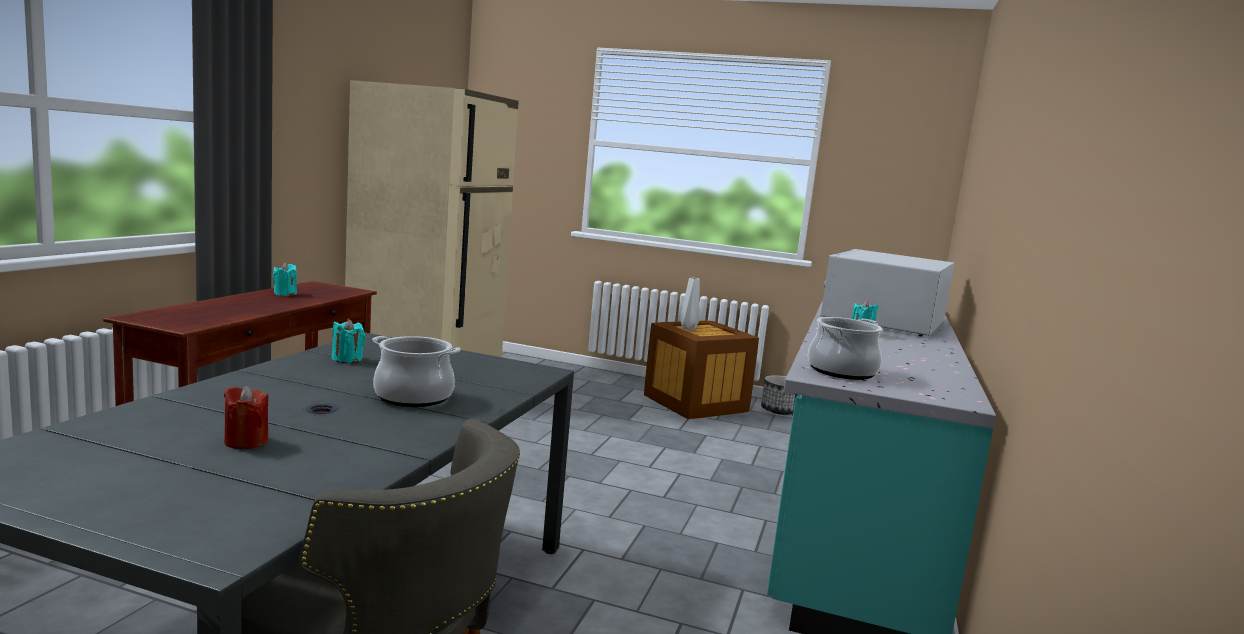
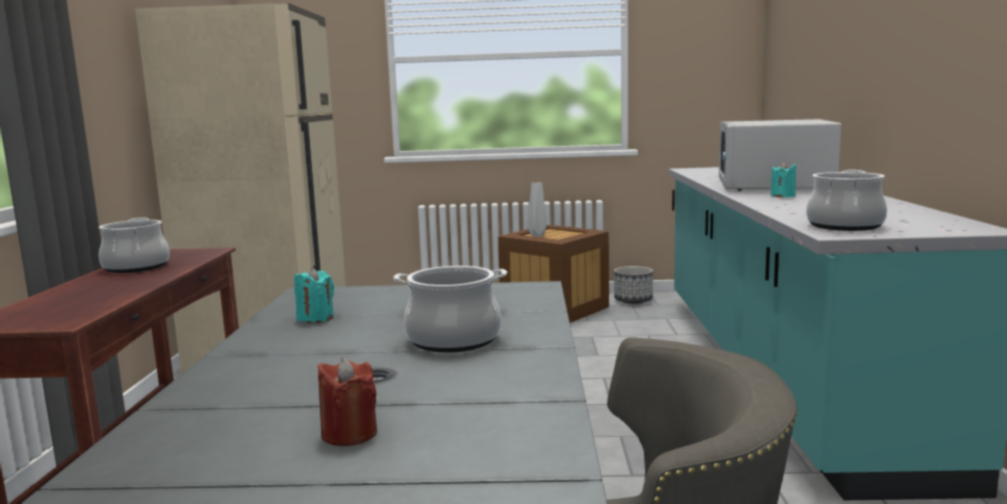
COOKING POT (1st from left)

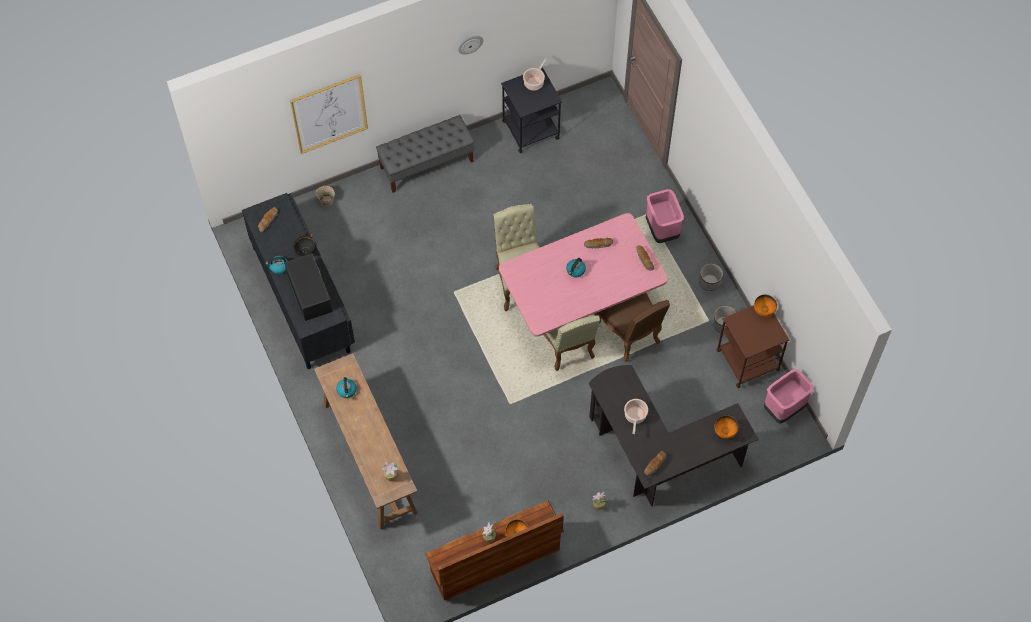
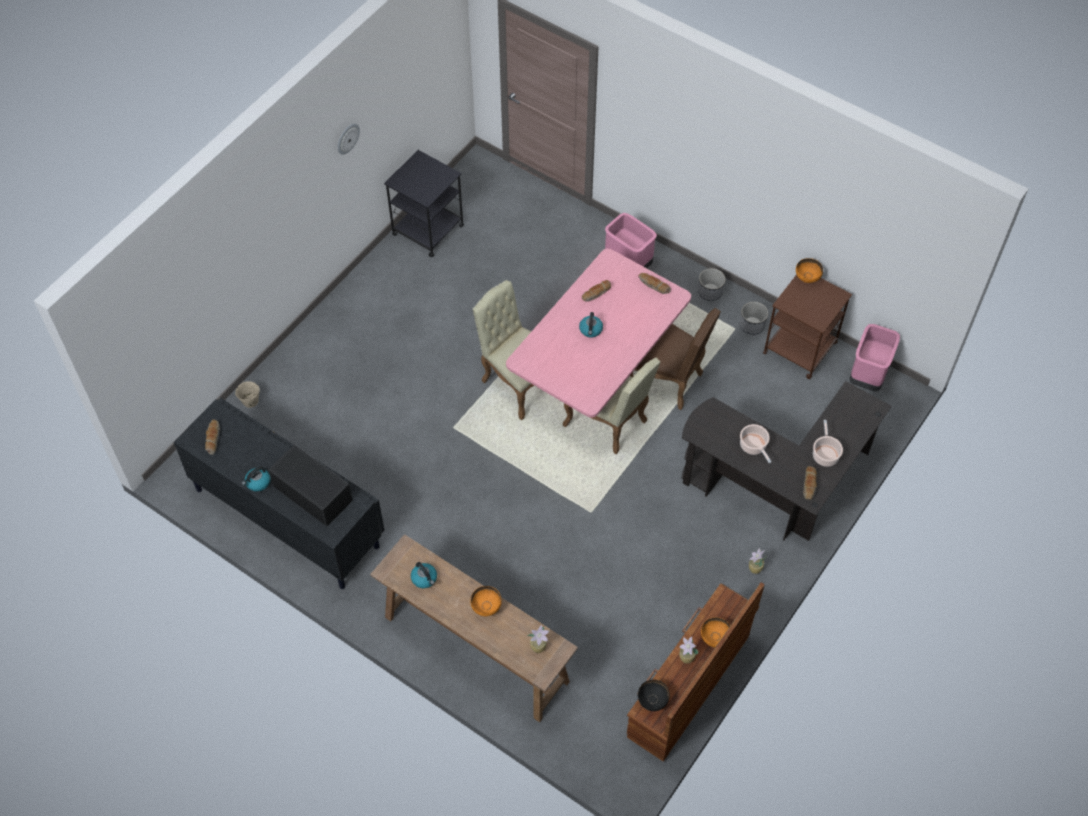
PICTURE
BLACK BOWL
GREY BENCH
COOKING POT (2nd from left)
ORANGE BOWL (1st from left)

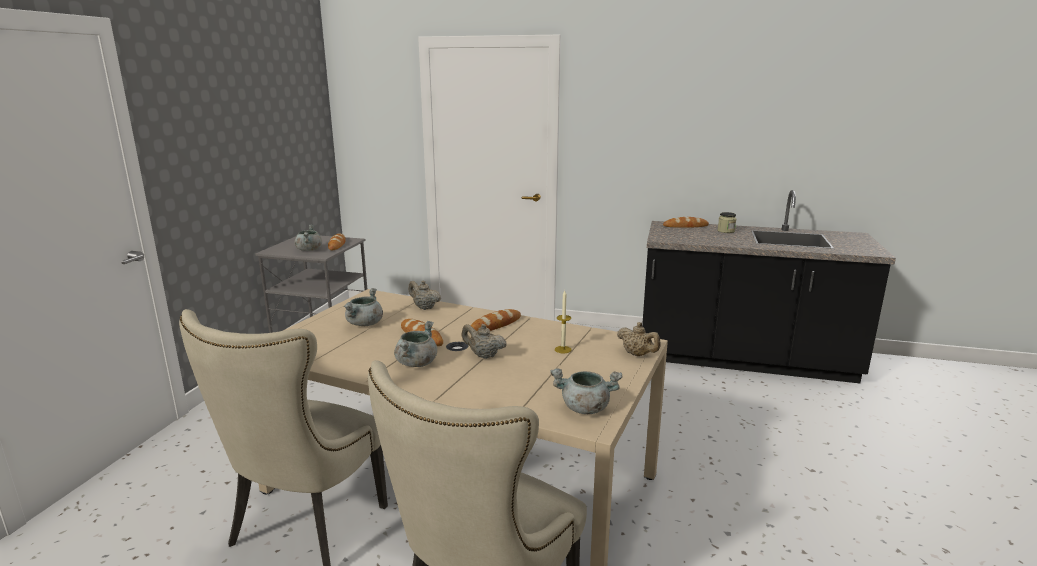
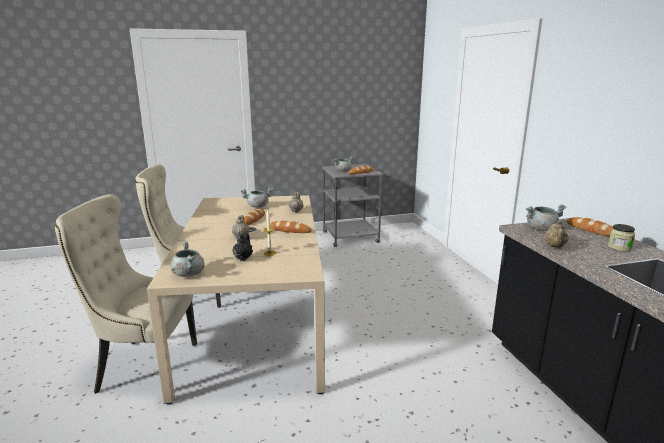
GREY COOKING POT (4th from left)
BEIGE TEAPOT (3rd from left)
BLACK TEAPOT

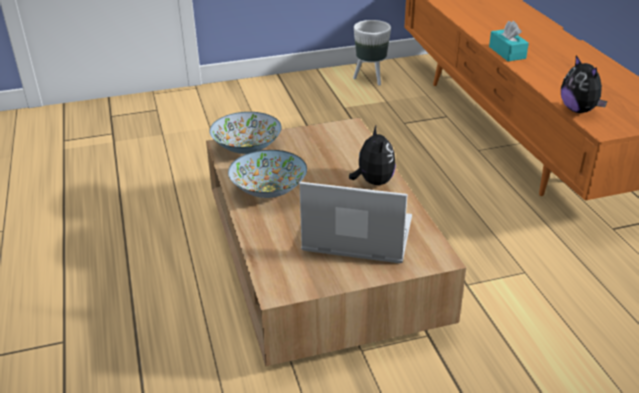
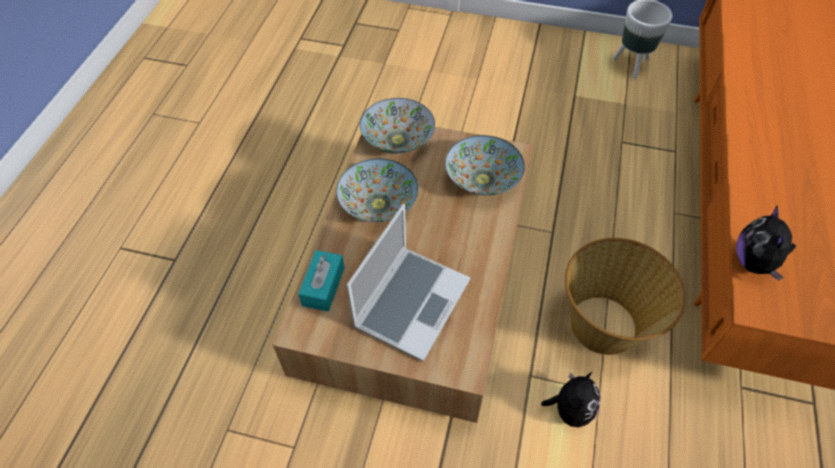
LAPTOP
PLUSH TOY (1st from left)
TURQUOISE TISSUE BOX
BOWL (3rd from left)
BASKET

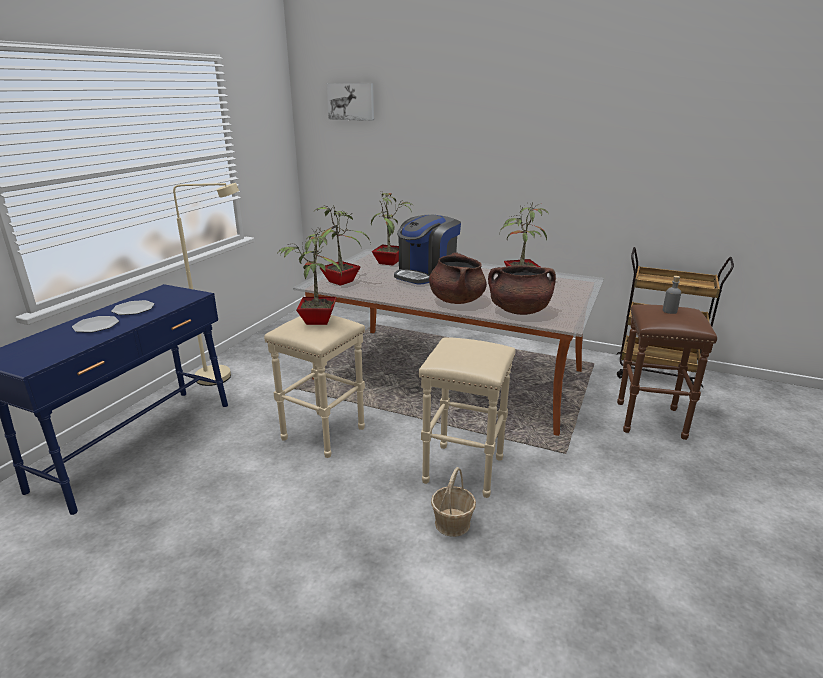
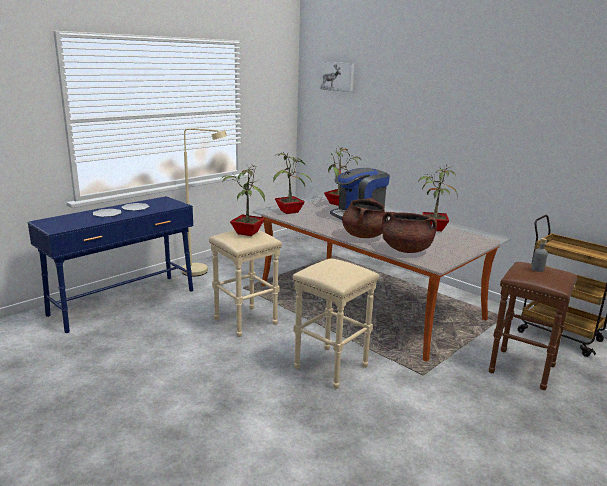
BASKET

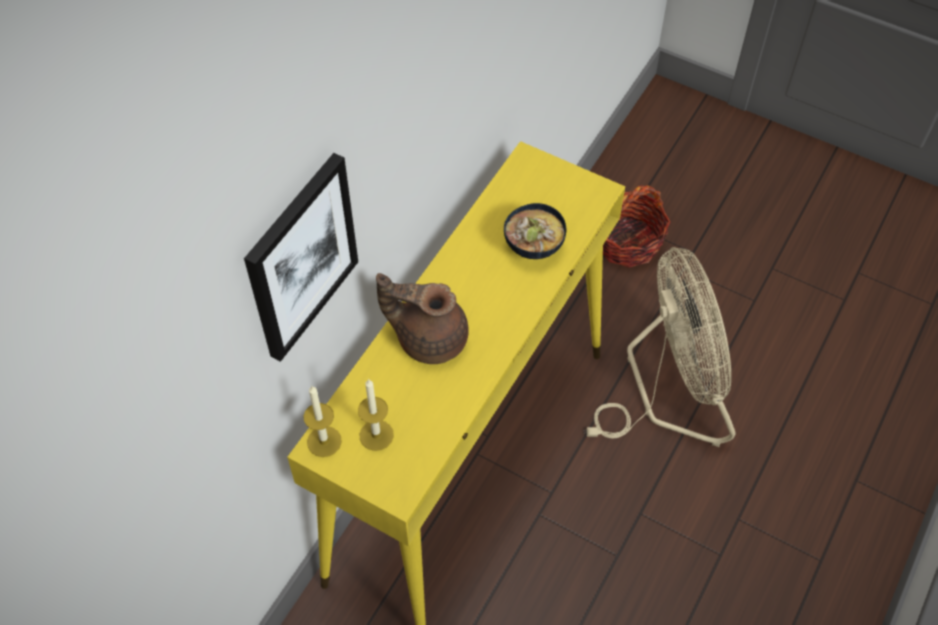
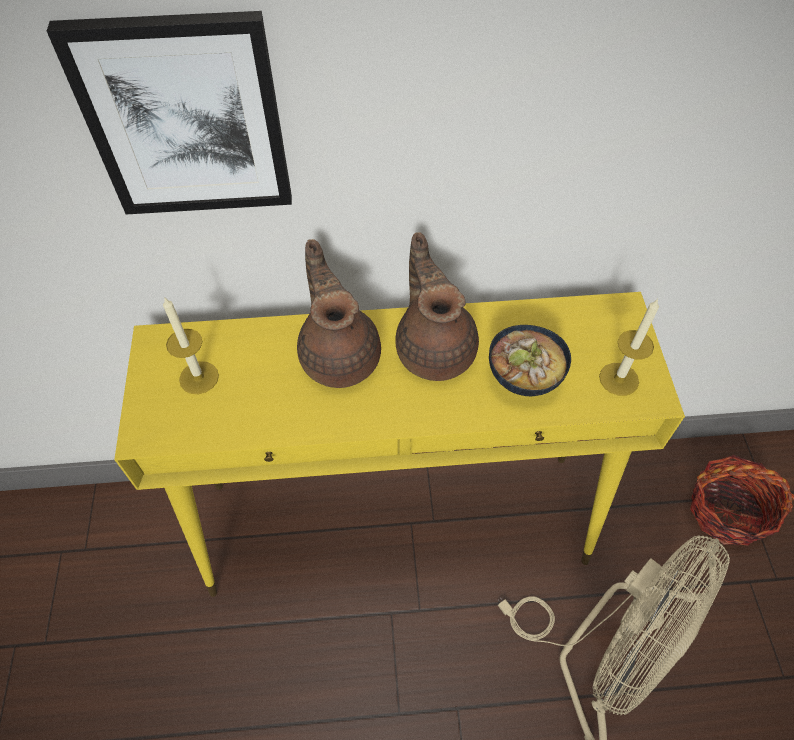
CANDLE (2nd from left)
BROWN TEAPOT (2nd from left)

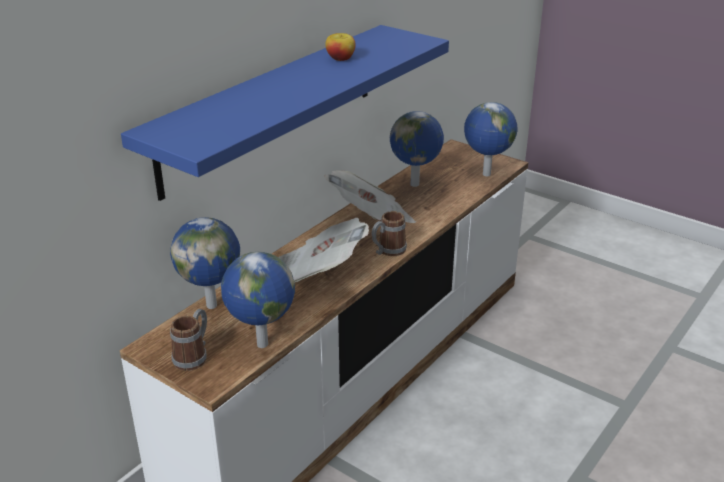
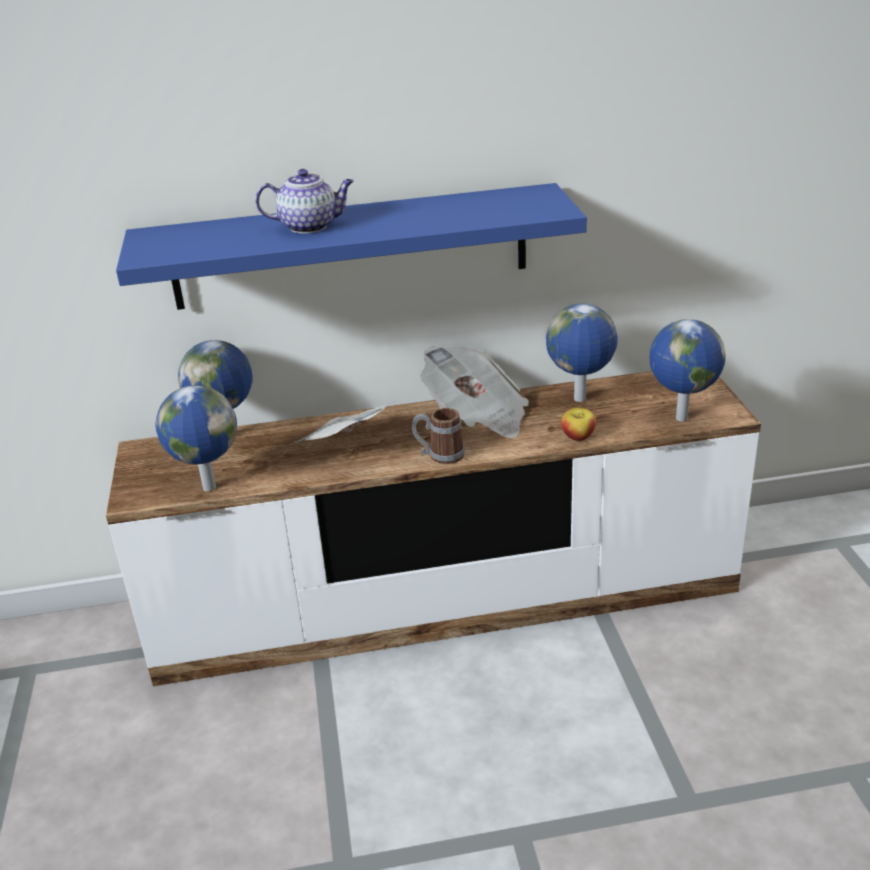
MUG (1st from left in the first image)
APPLE
TEAPOT

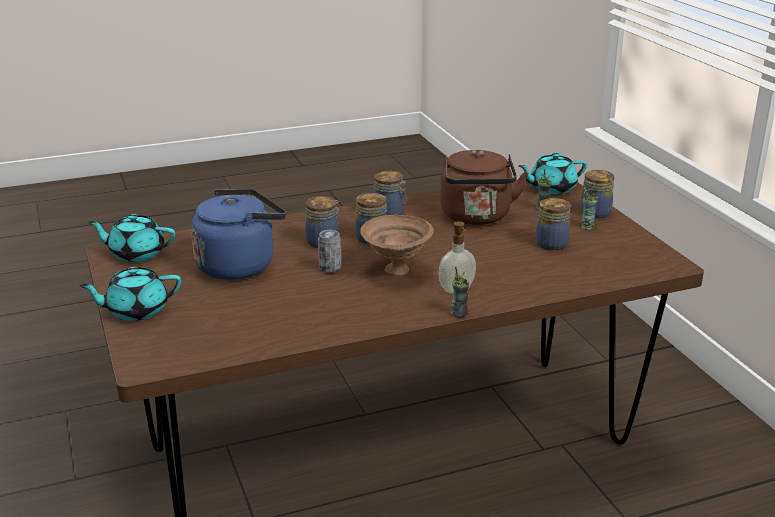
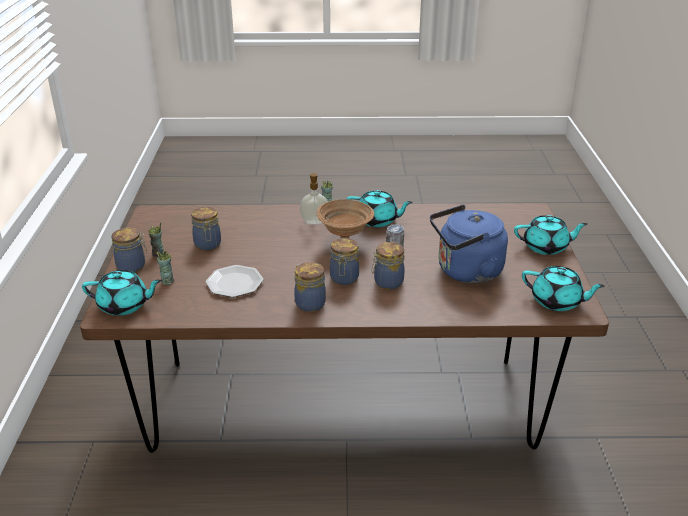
PLATE
TURQUOISE TEAPOT (2nd from left)

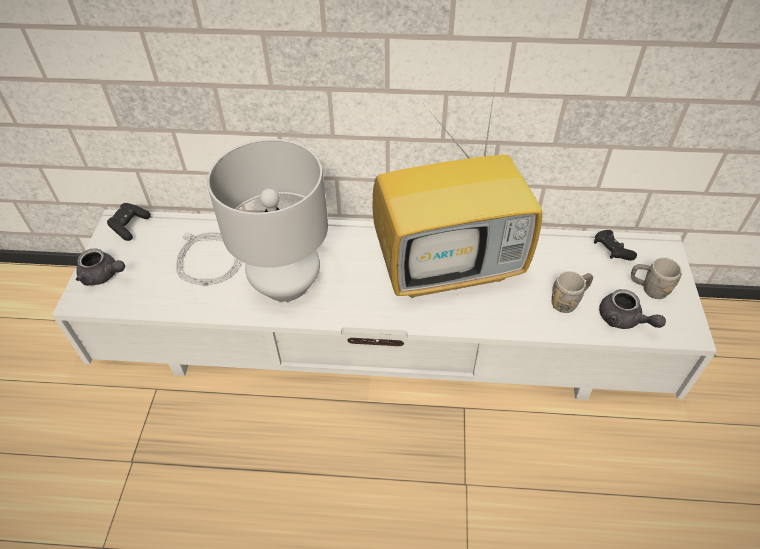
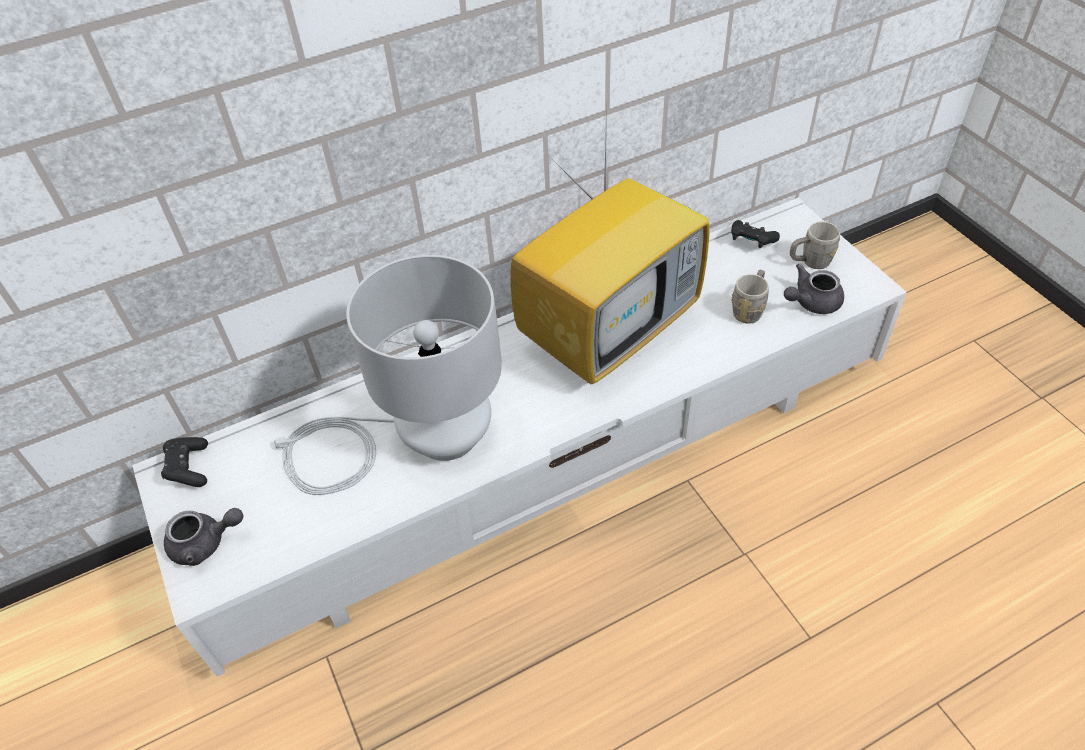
GREY TEAPOT (2nd from left)

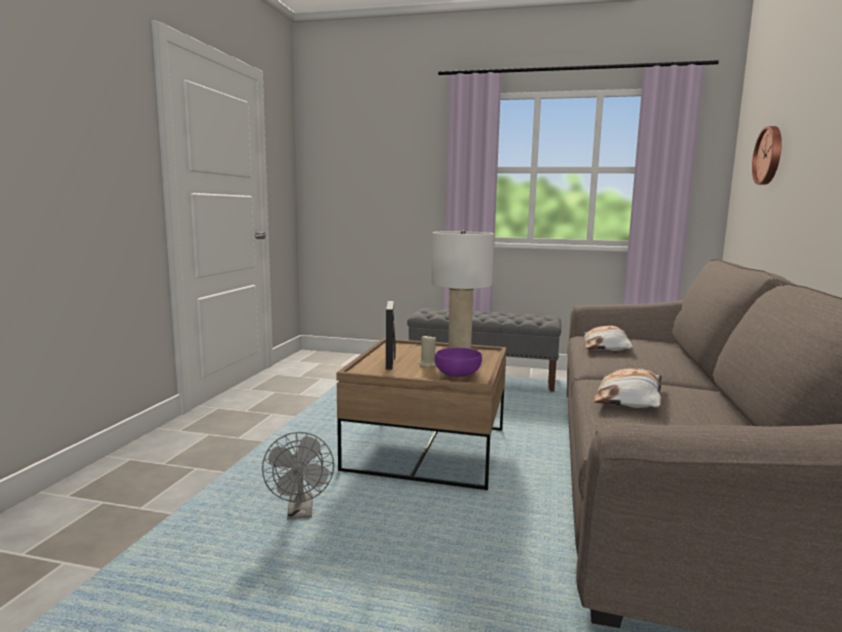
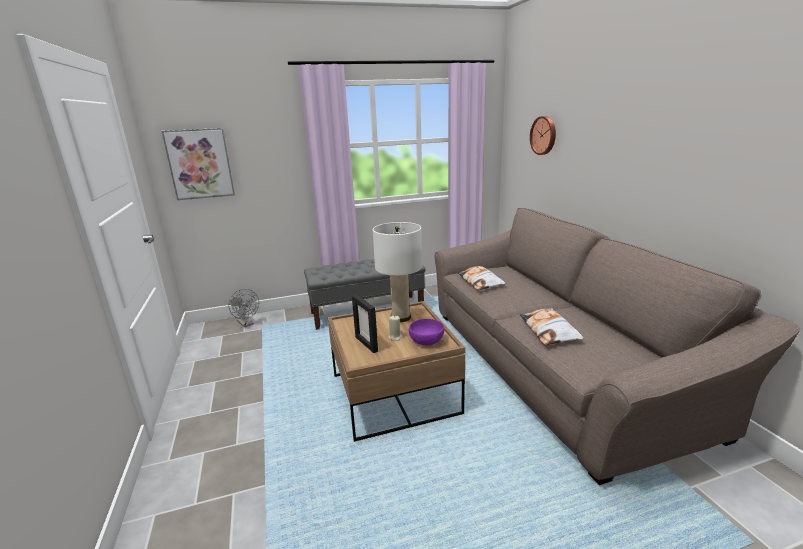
GREY FAN
PICTURE

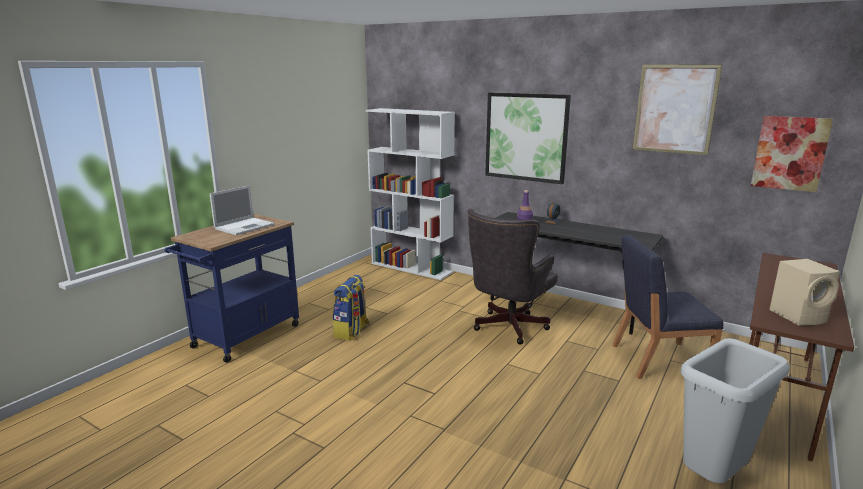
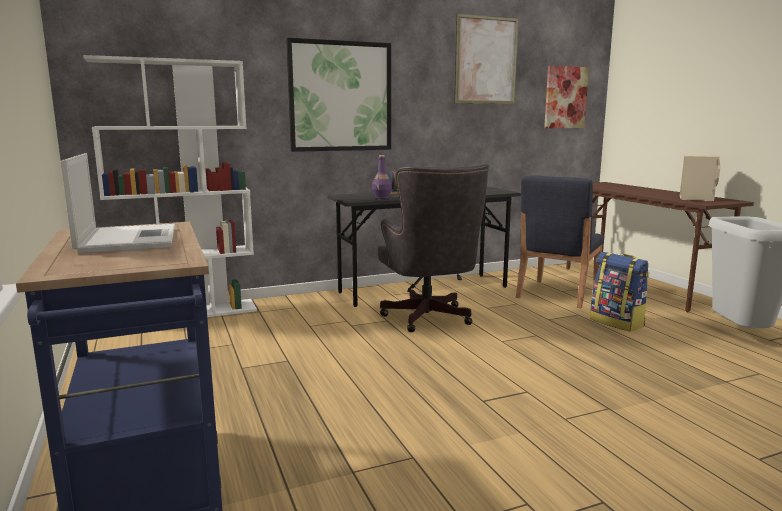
BACKPACK

